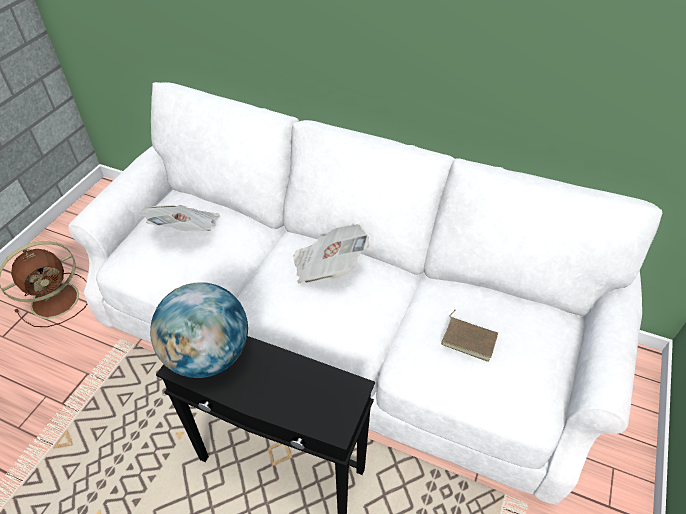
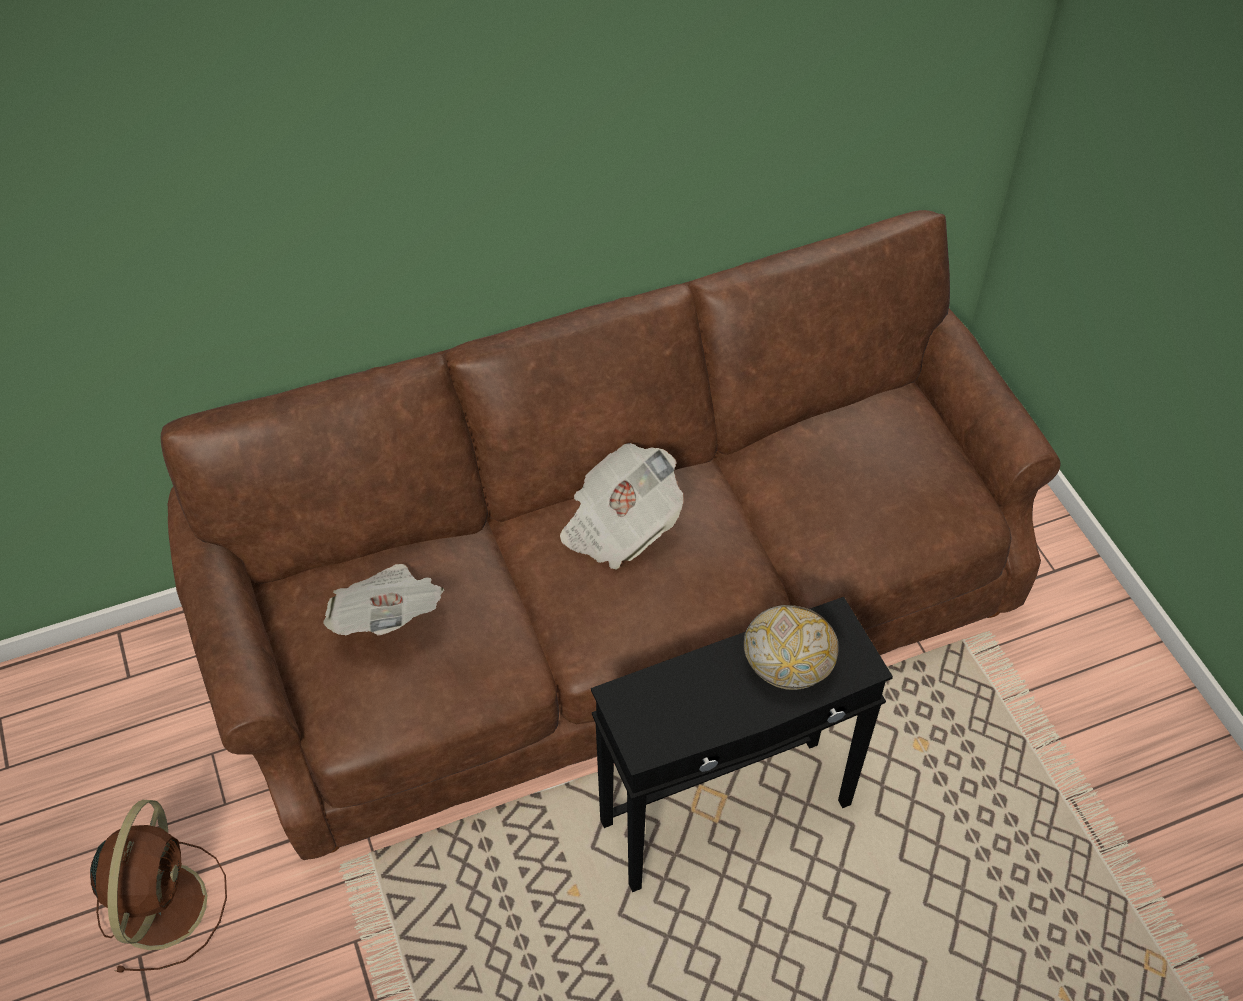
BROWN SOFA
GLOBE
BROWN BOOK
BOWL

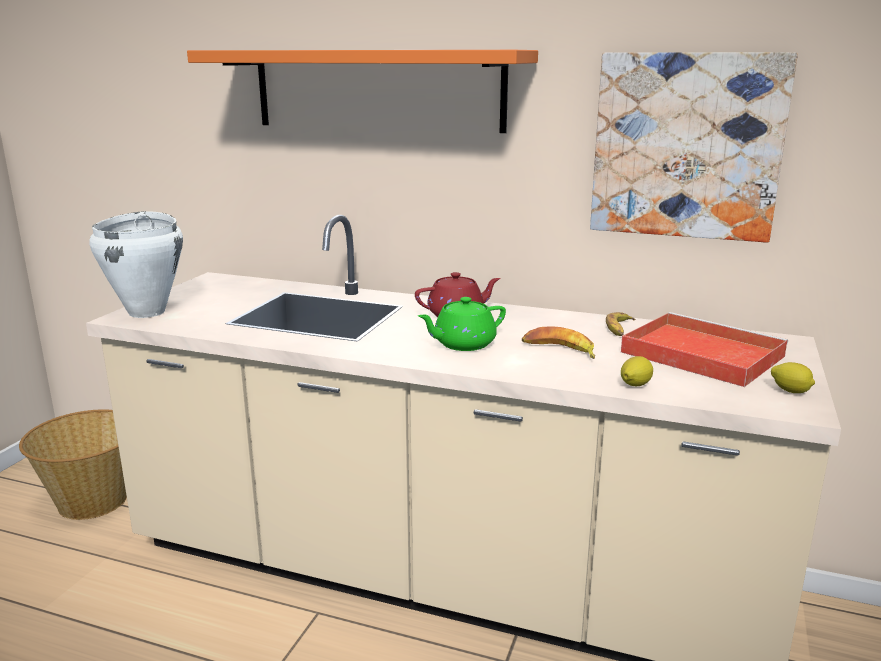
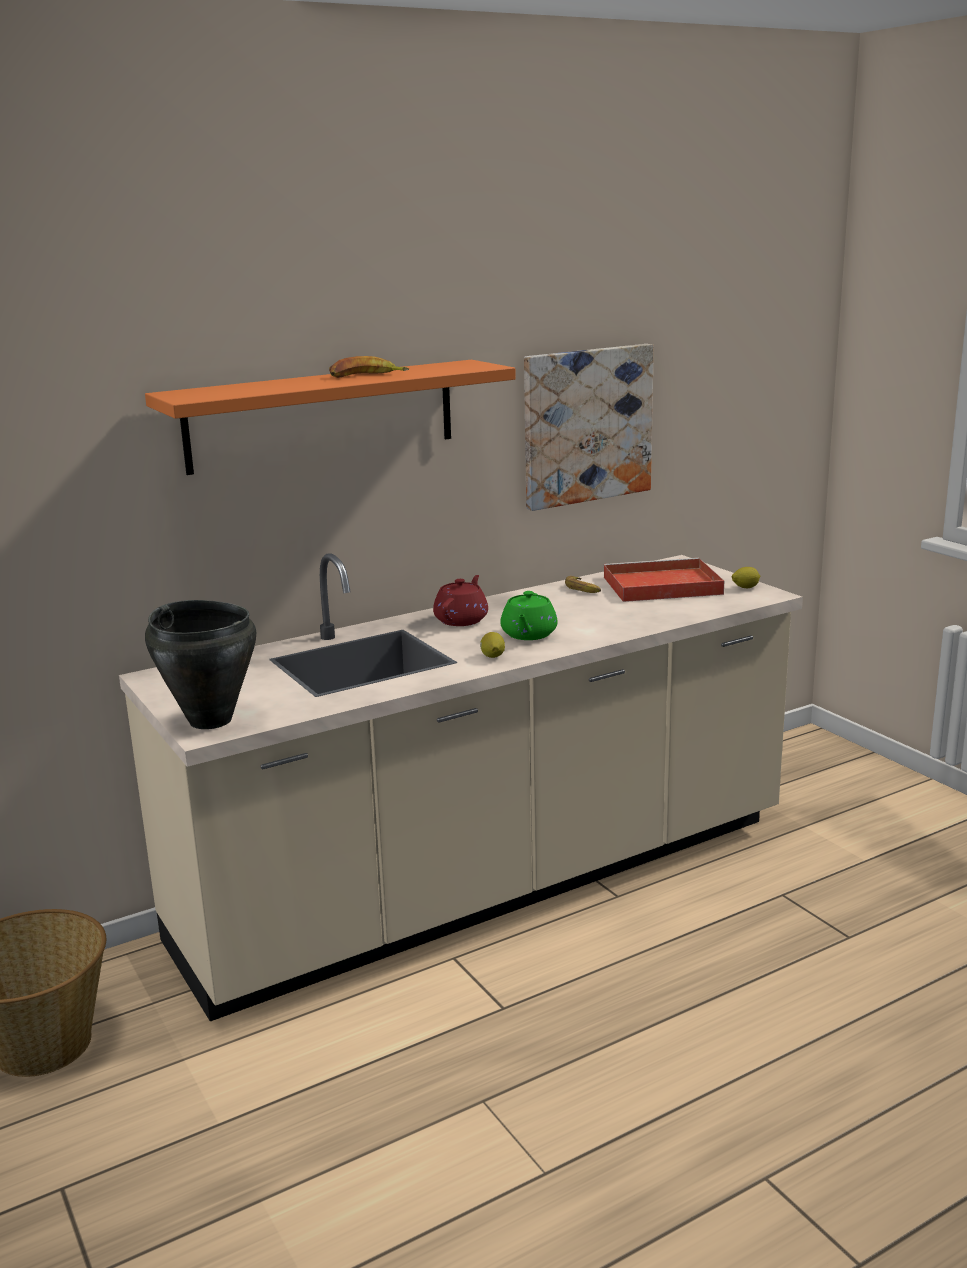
BLACK COOKING POT
BANANA (1st from left)
LEMON (1st from left)

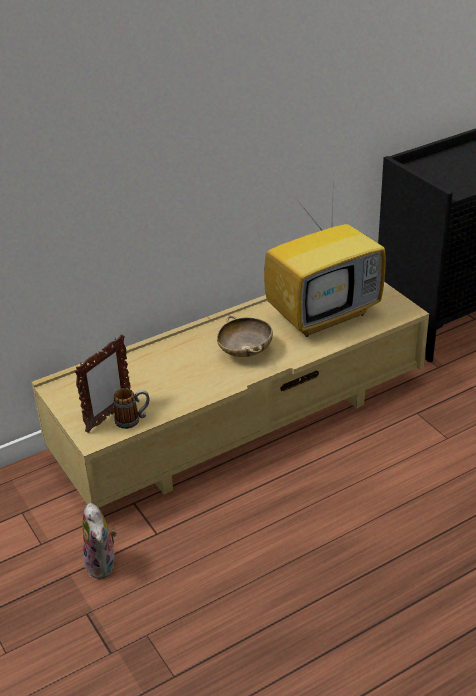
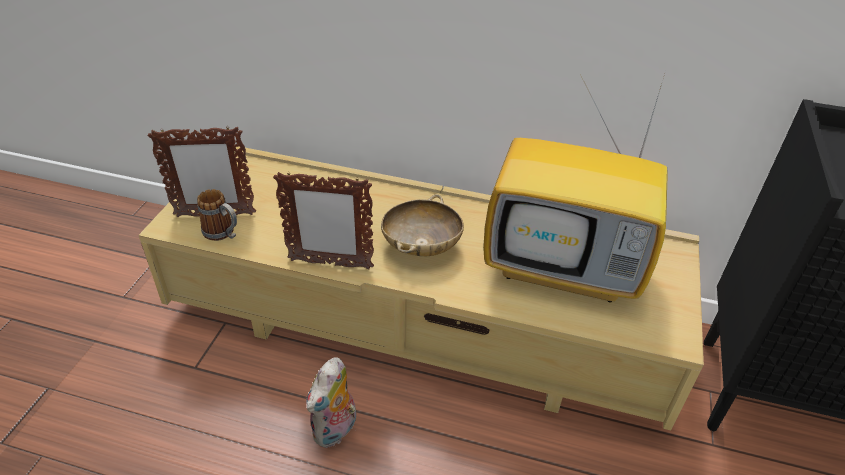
PLUSH TOY
PICTURE FRAME (2nd from left)

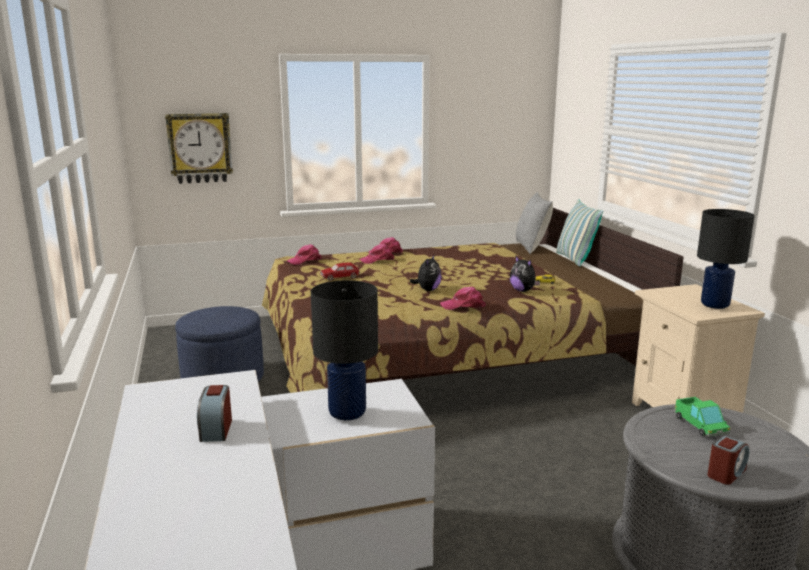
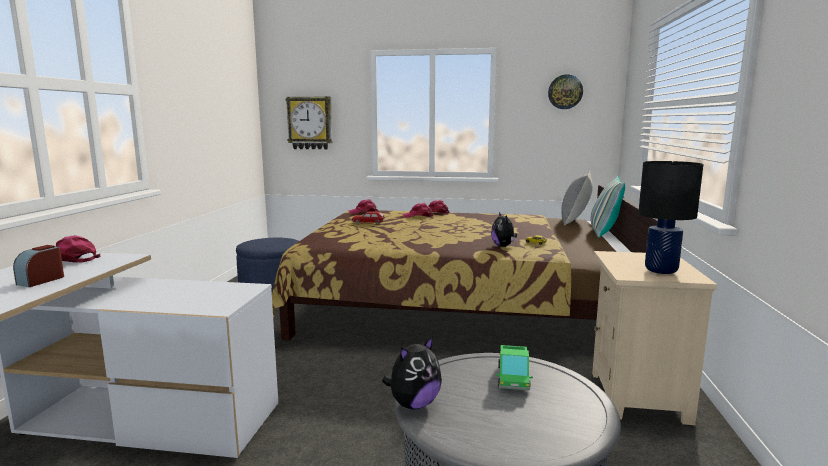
BLACK TABLE LAMP (1st from left in the first image)
PLUSH TOY (1st from left)
PINK CAP (1st from left)
ALARM CLOCK (2nd from left in the first image)
WALL CLOCK (2nd from left)

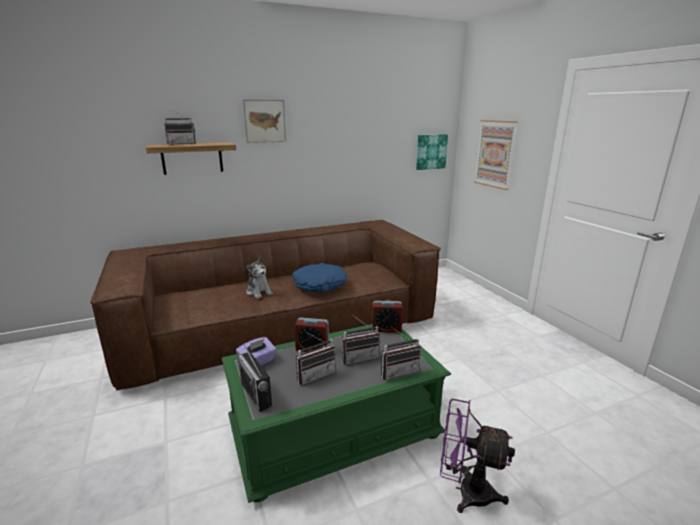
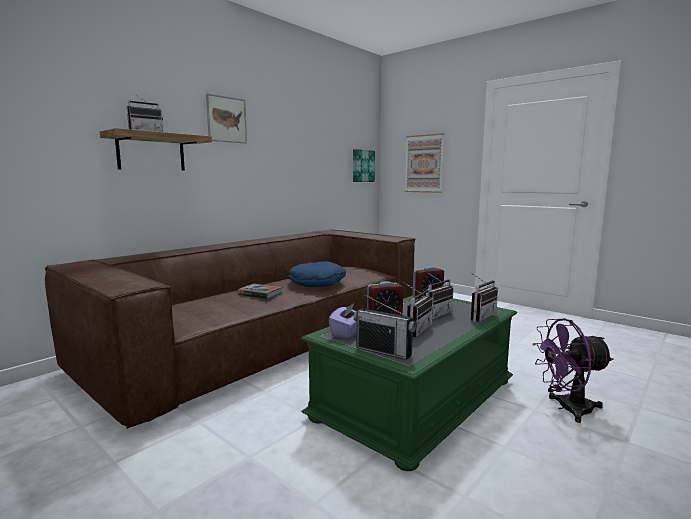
BOOK

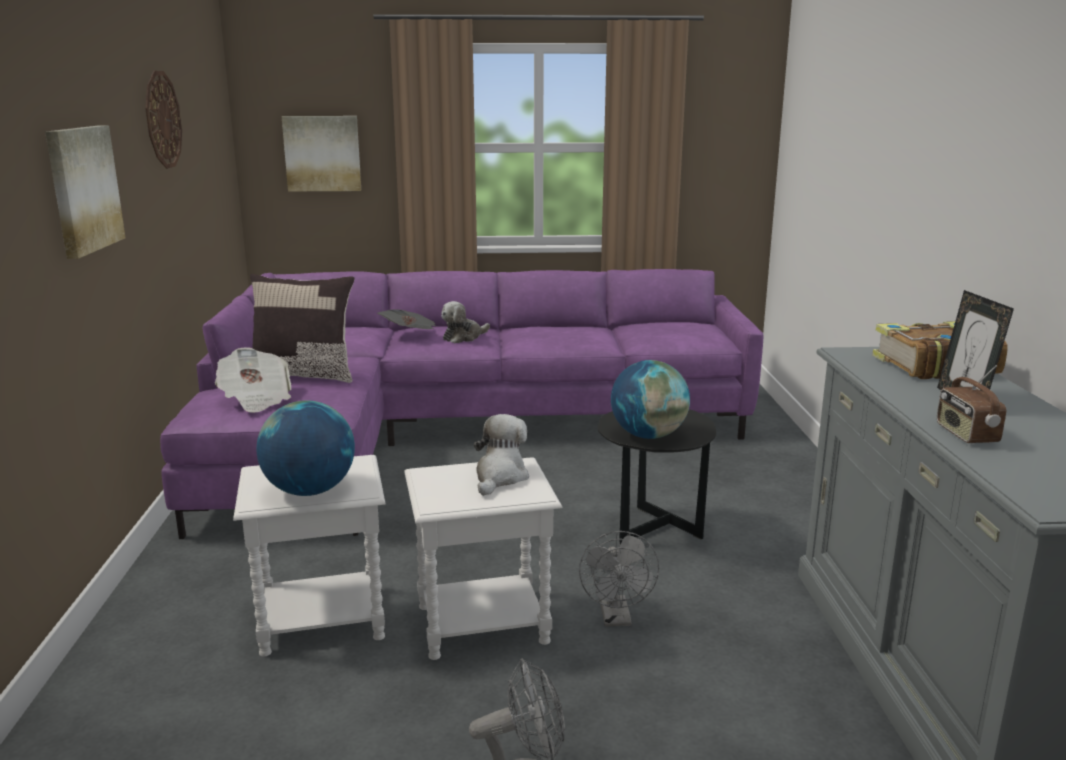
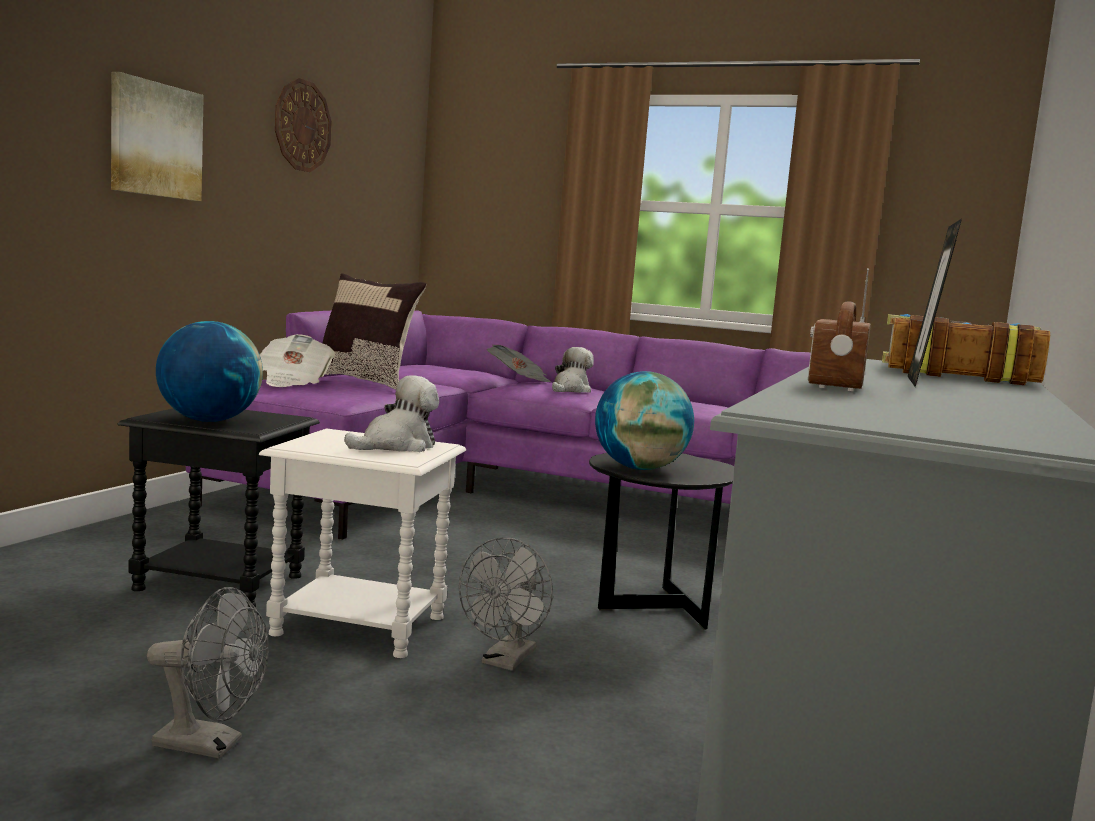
BLACK SIDE TABLE (1st from left)
PICTURE (2nd from left in the first image)
PLUSH TOY (2nd from left)

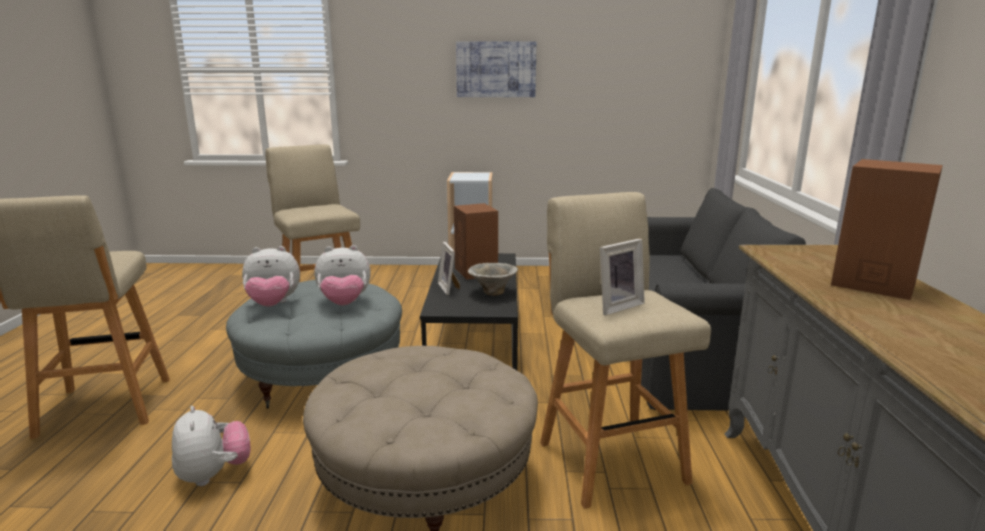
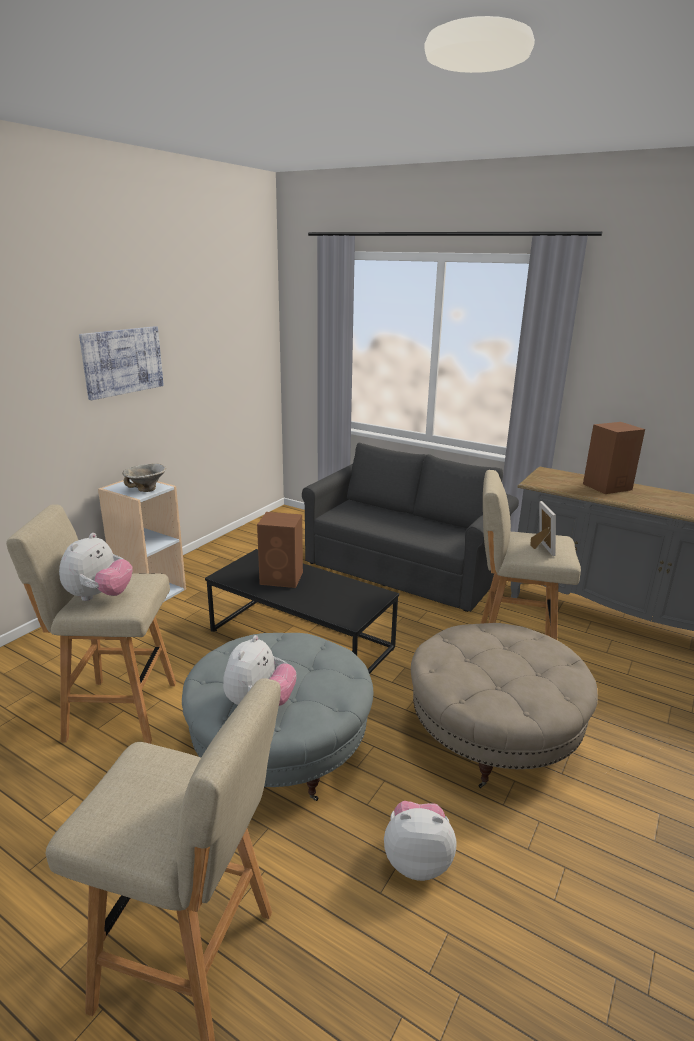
PLUSH TOY (1st from left)
PICTURE FRAME (1st from left in the first image)
BOWL

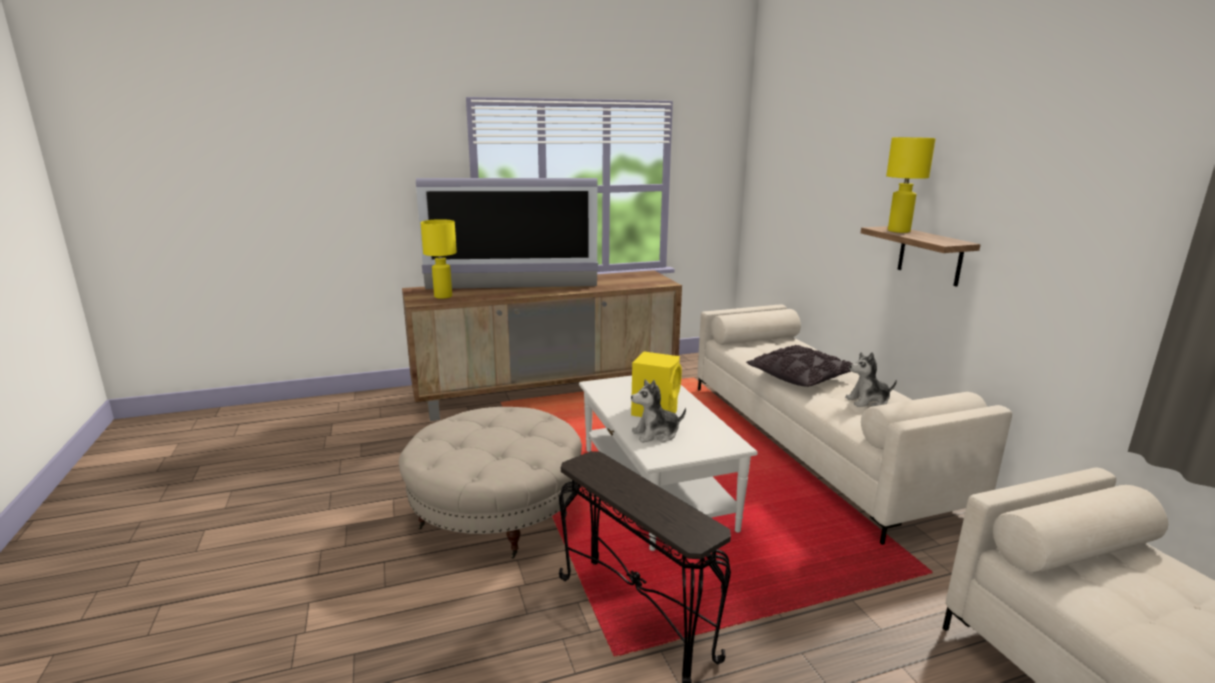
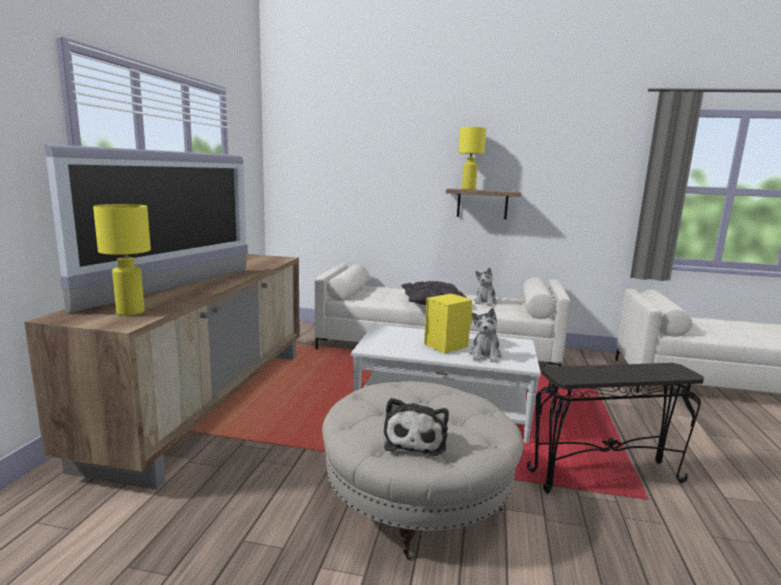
PLUSH TOY (1st from left)

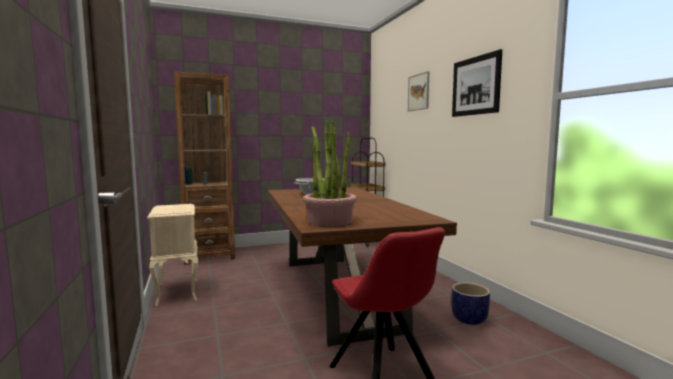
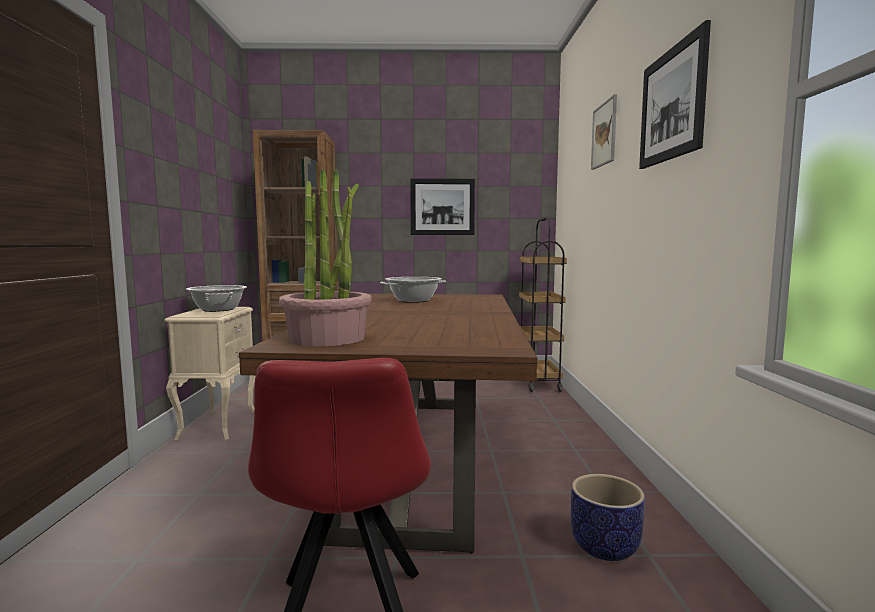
COOKING POT (1st from left)
PICTURE (1st from left)

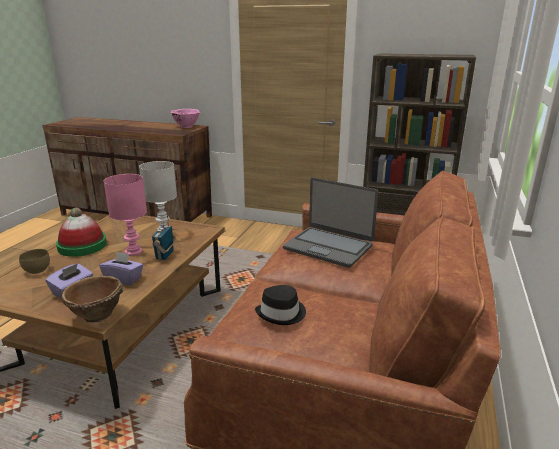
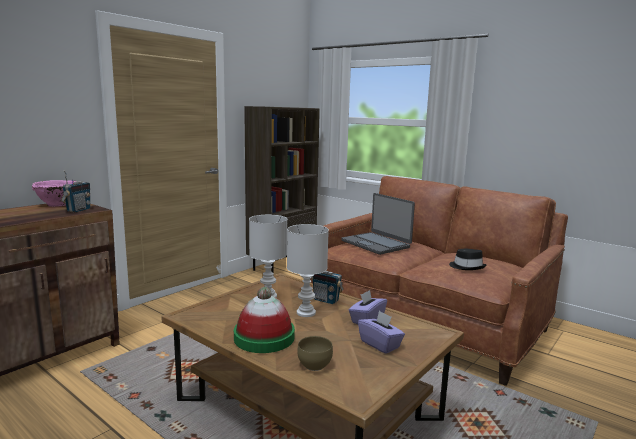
BROWN BOWL (2nd from left in the first image)
WHITE TABLE LAMP (2nd from left)
LAPTOP
RADIO (1st from left)

